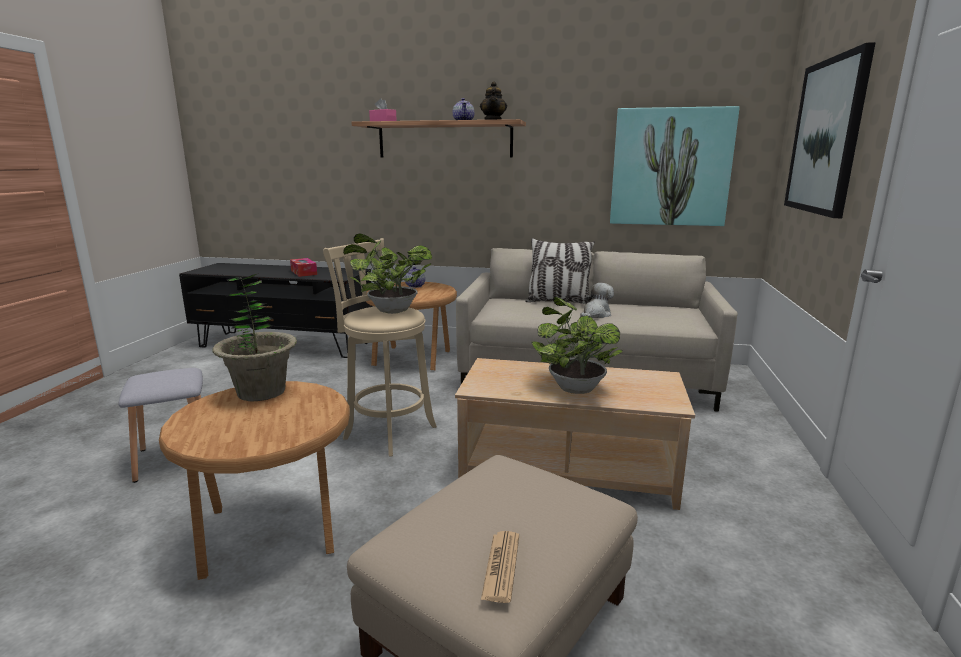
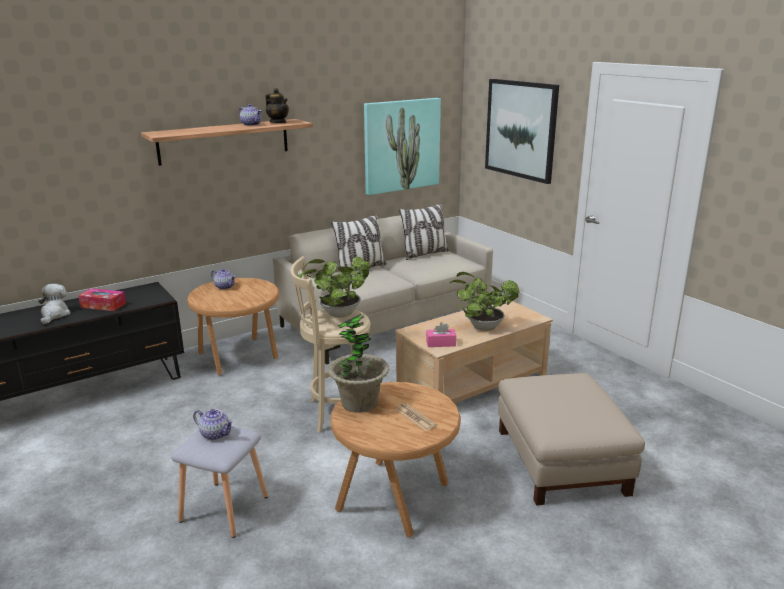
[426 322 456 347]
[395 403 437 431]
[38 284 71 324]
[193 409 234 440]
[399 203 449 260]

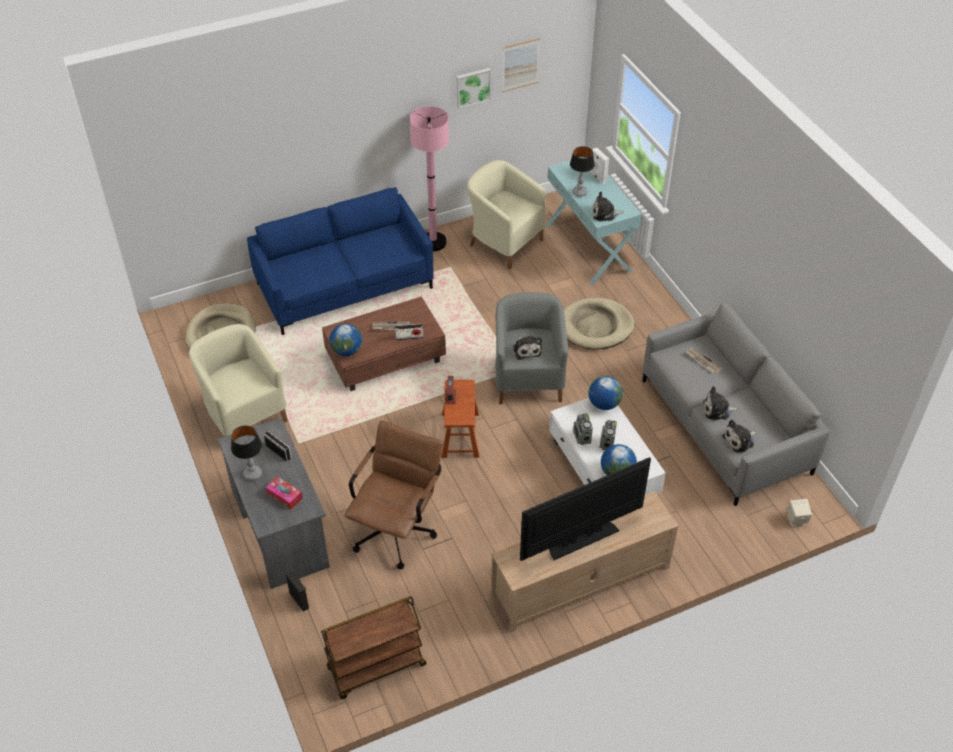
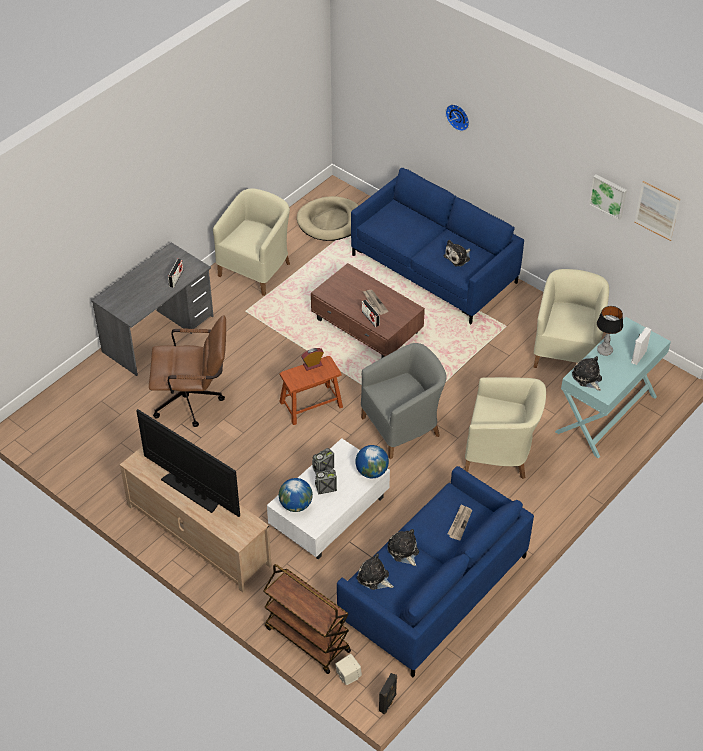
[231 425 262 481] (first image)
[266 476 303 509] (first image)
[379 673 397 714]
[263 564 351 674]
[329 324 362 356] (first image)
[410 106 449 251] (first image)
[444 240 471 266]
[465 377 546 479]
[337 466 534 677]
[445 104 469 131]

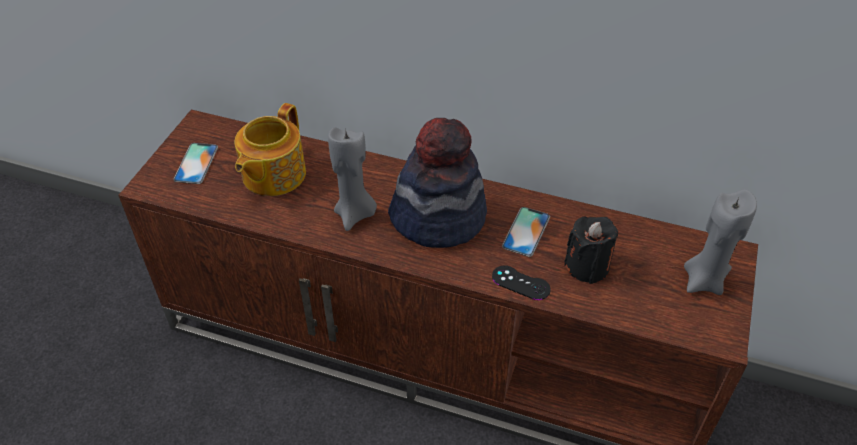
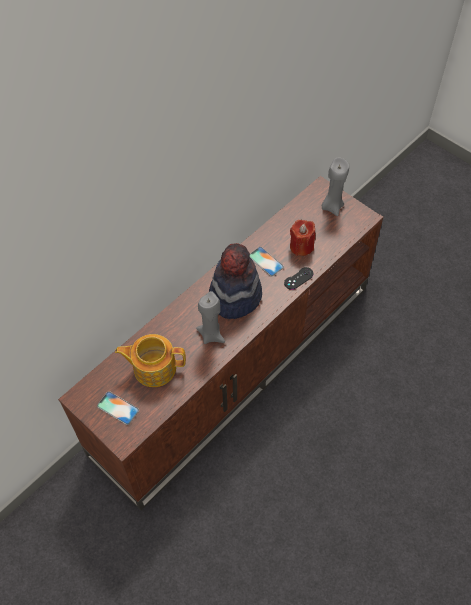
[115 334 186 387]
[290 220 315 256]

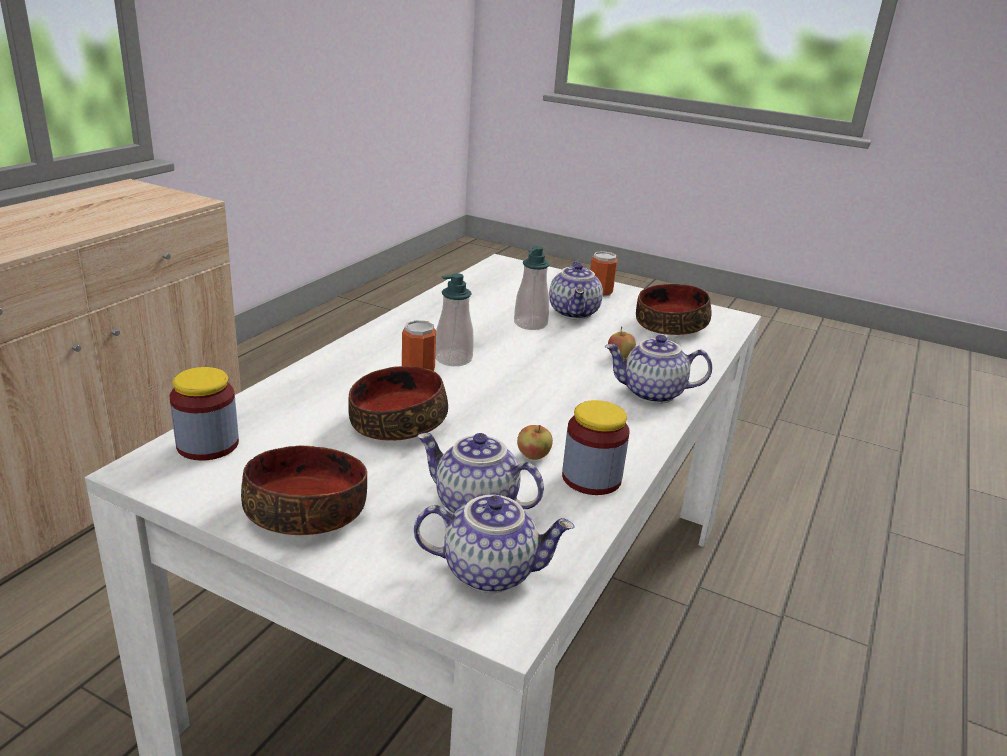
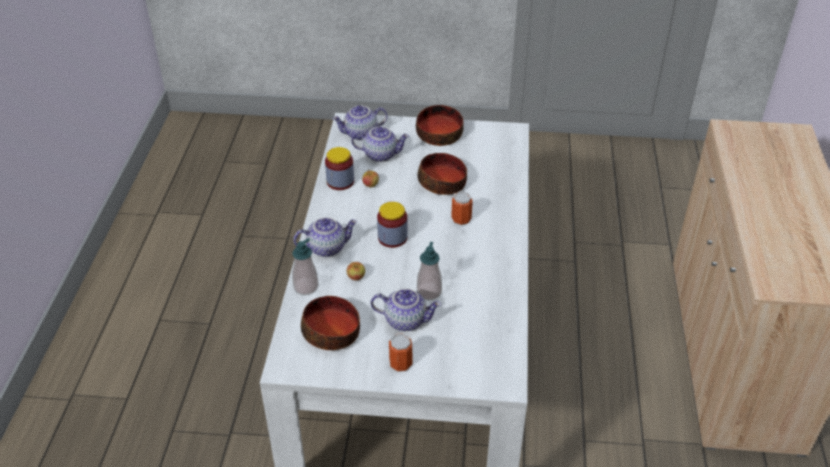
[377 202 408 248]
[292 238 319 295]
[371 288 441 331]

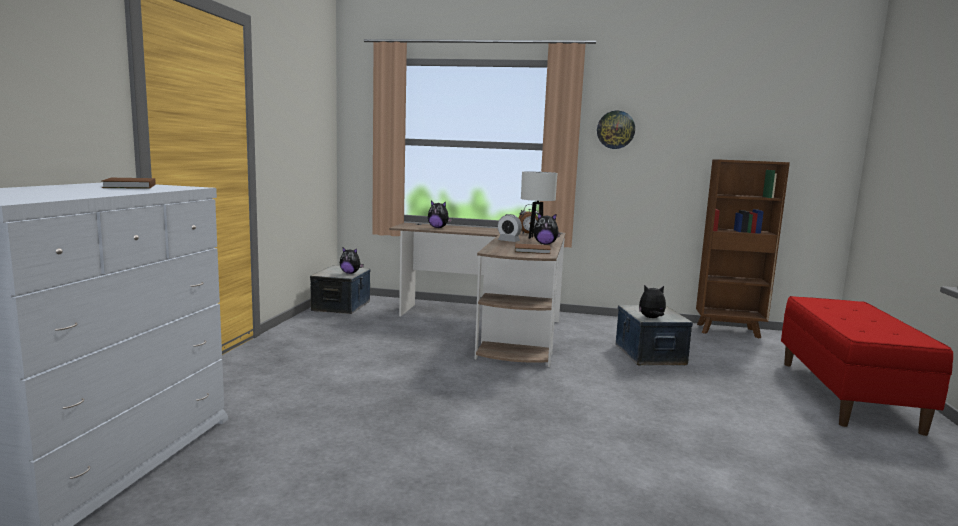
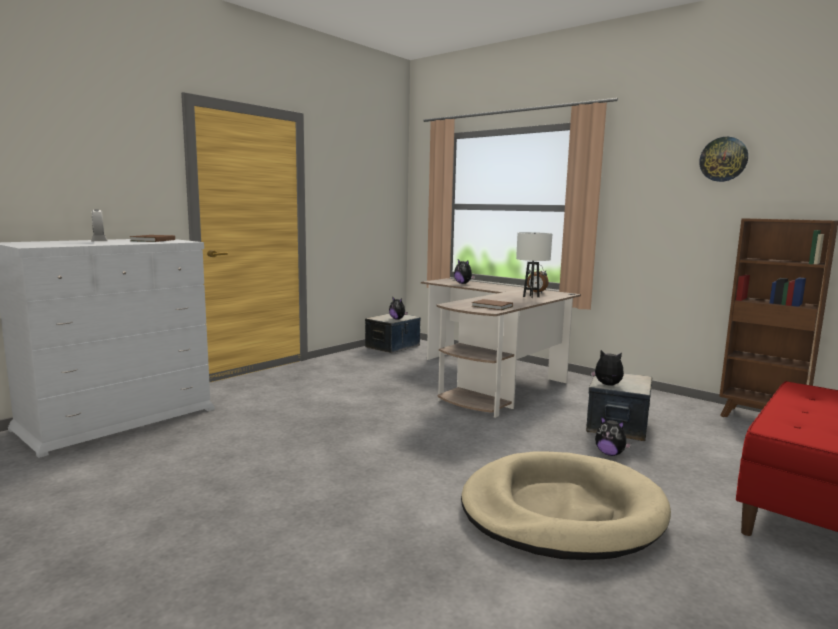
[91 209 108 241]
[595 416 631 456]
[699 137 748 182]
[461 451 671 560]

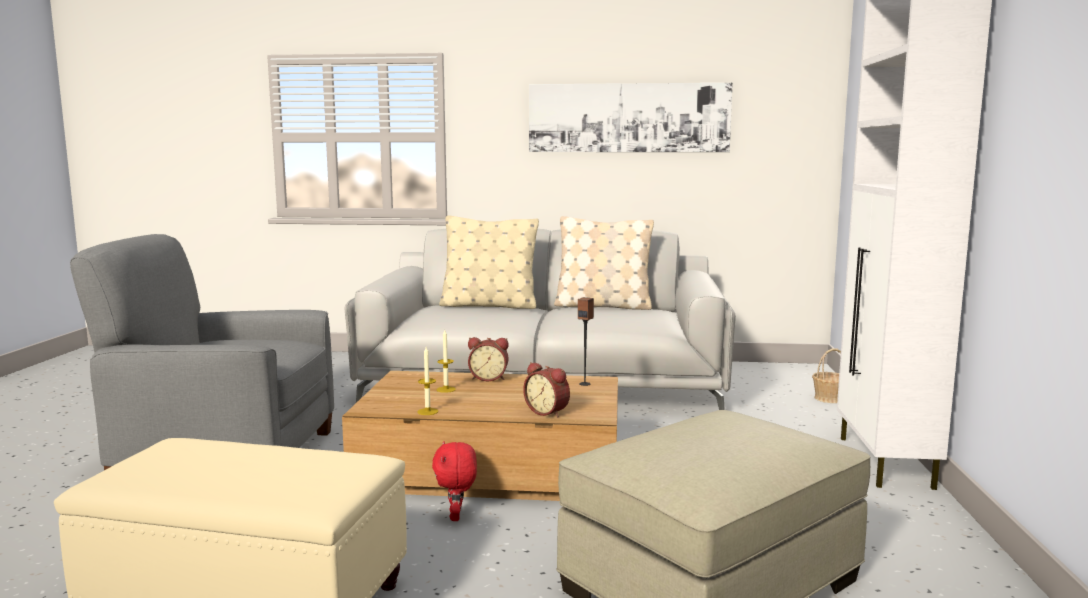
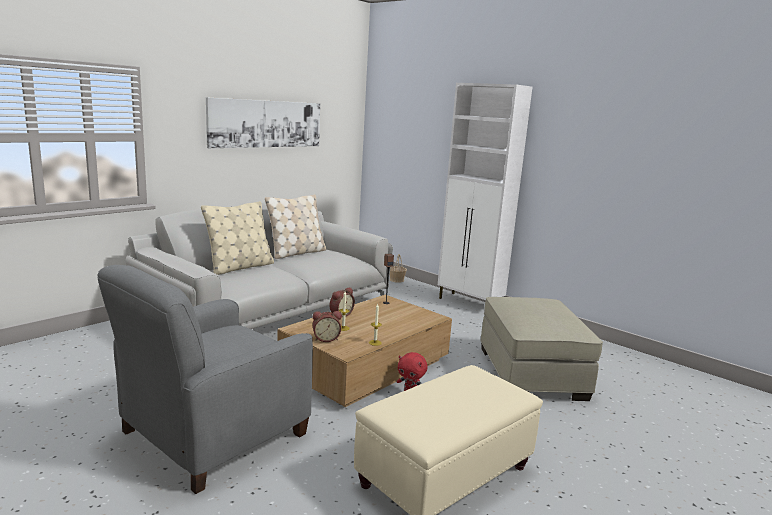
[313 311 342 342]

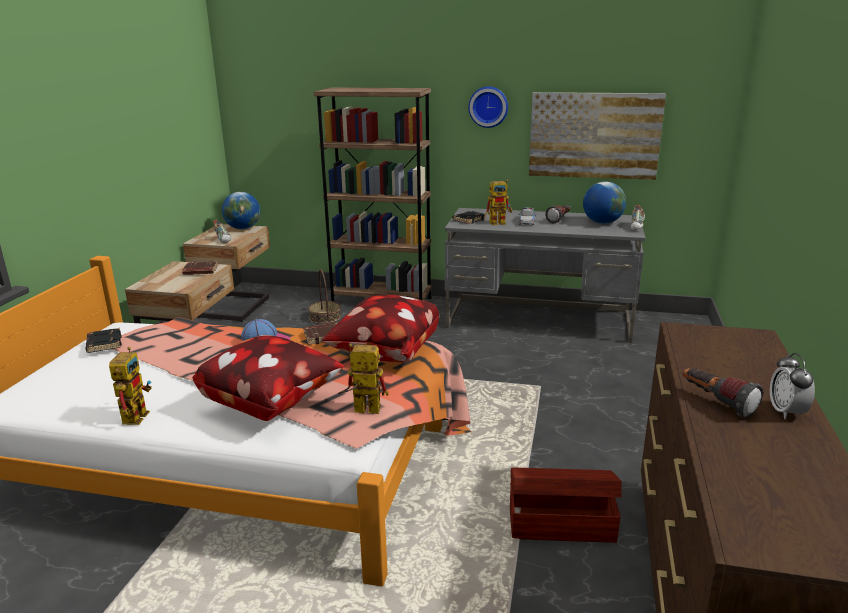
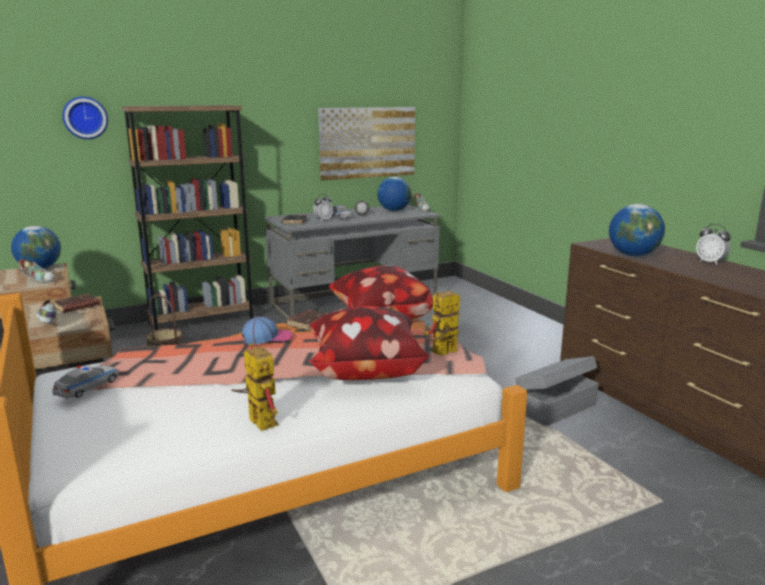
[52 365 119 398]
[62 96 108 139]
[313 194 333 222]
[515 356 599 426]
[683 368 763 418] (first image)
[36 300 57 324]
[609 204 665 256]

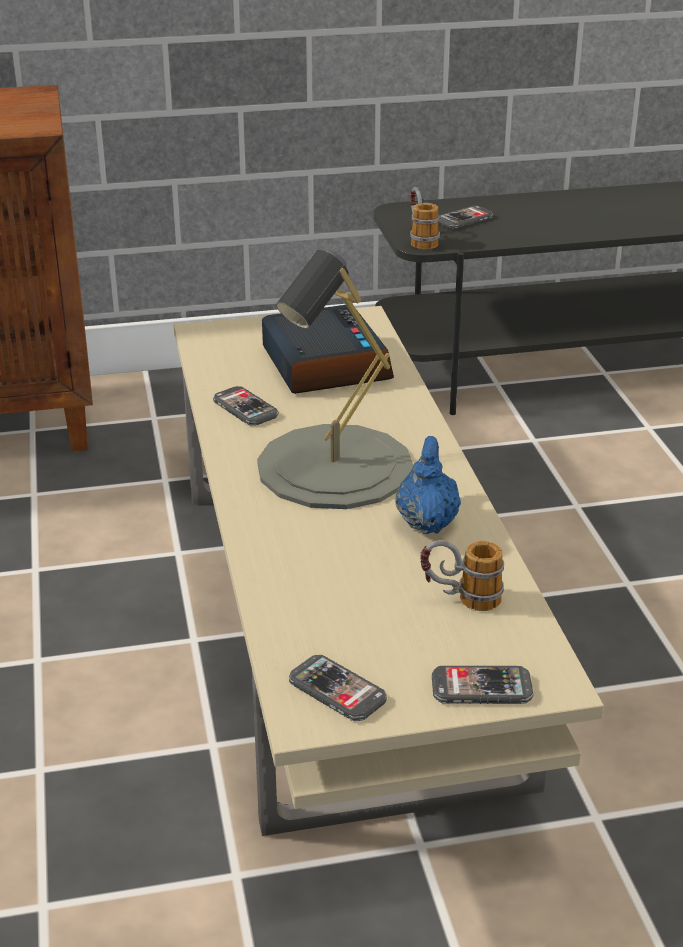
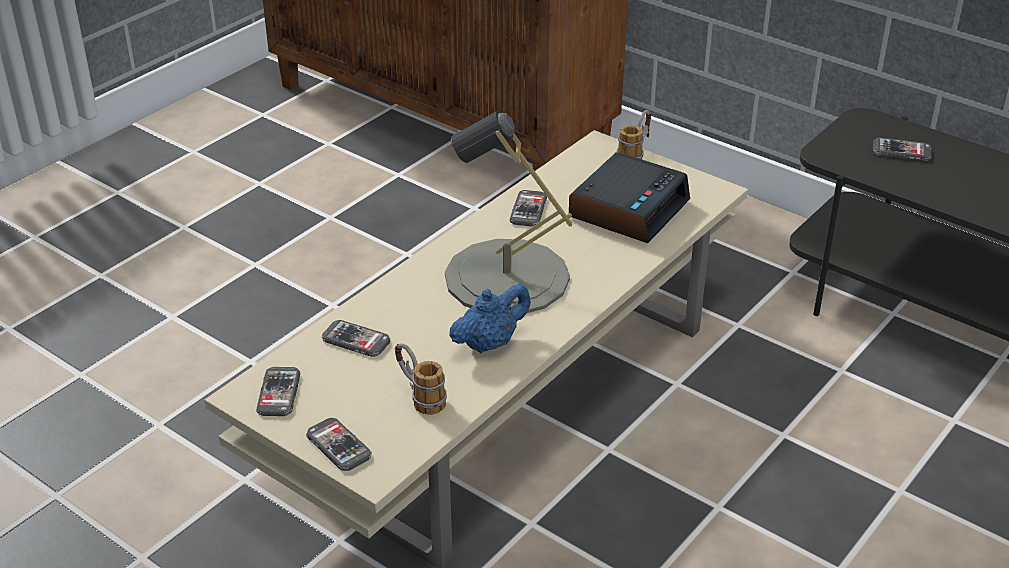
[616 110 651 159]
[322 320 390 357]

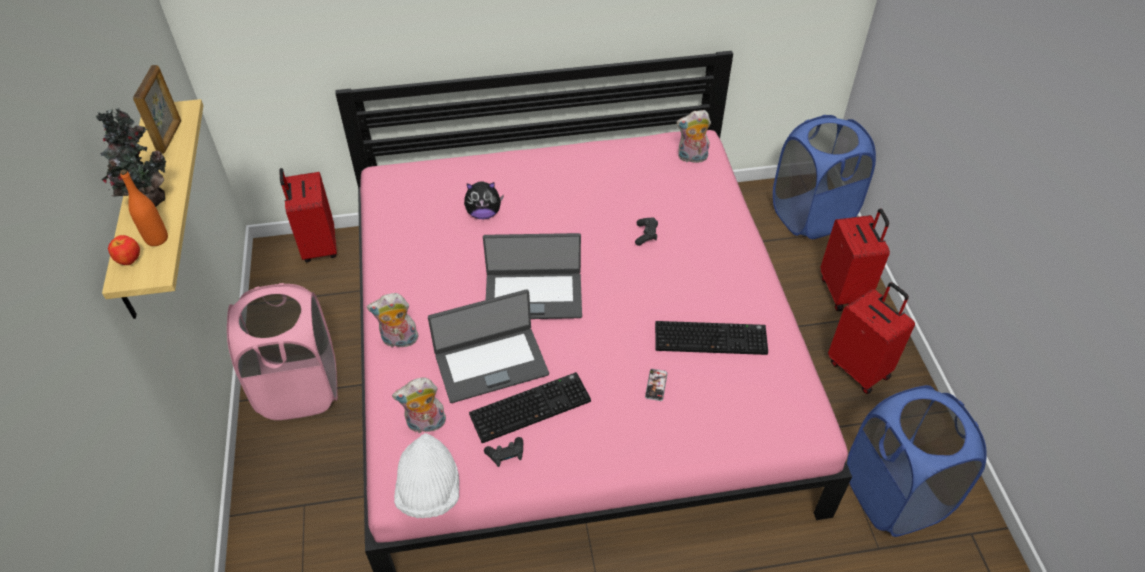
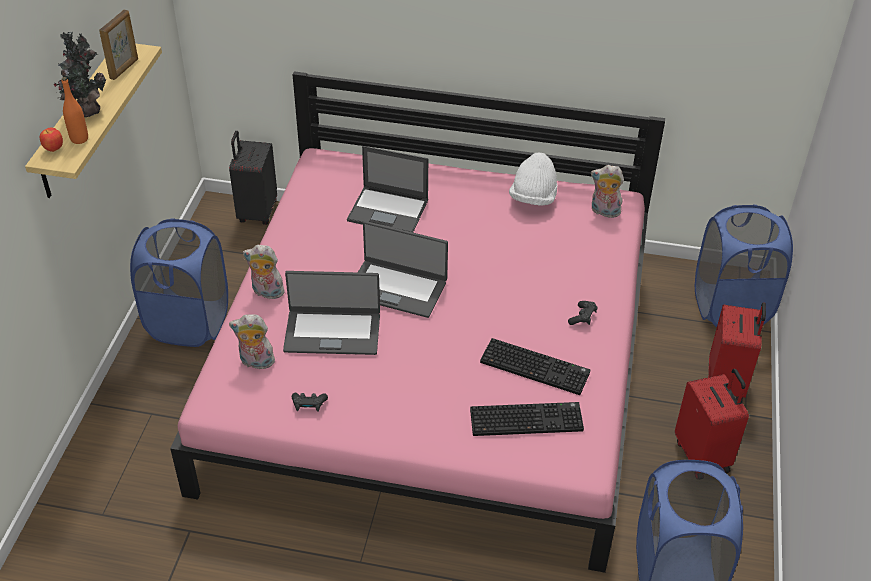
[130 218 228 347]
[229 131 277 225]
[509 153 557 206]
[347 146 428 232]
[470 402 584 436]
[568 301 597 325]
[645 369 668 401] (first image)

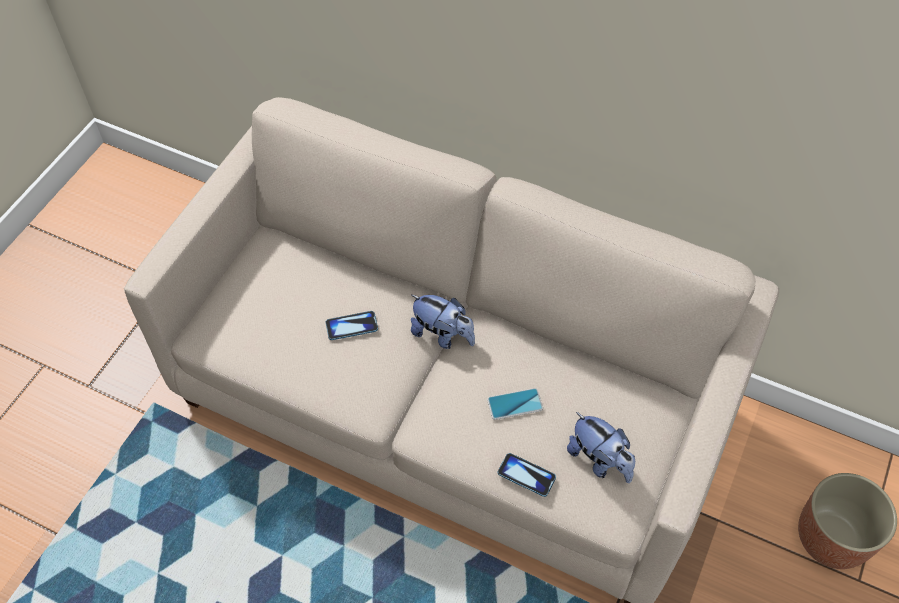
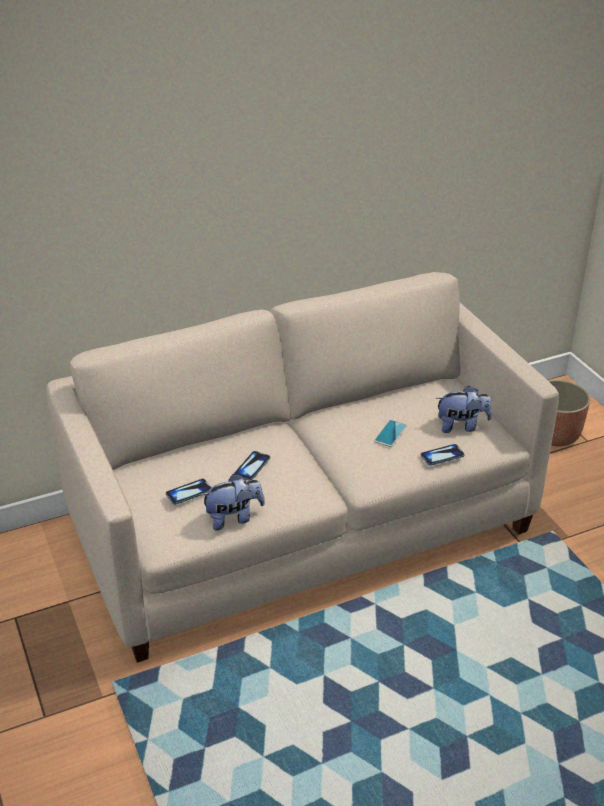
[200 474 265 531]
[166 479 211 505]

